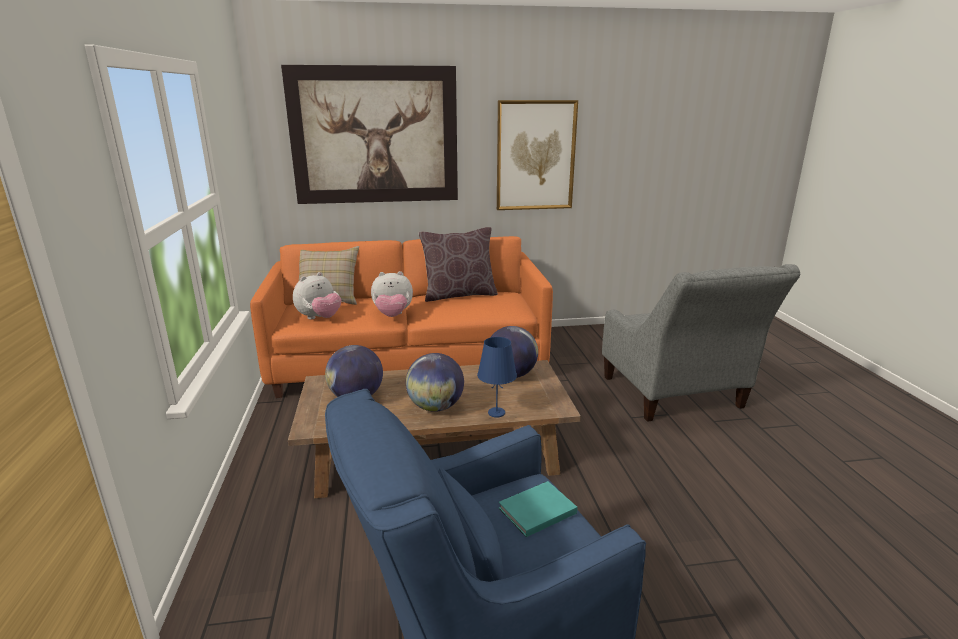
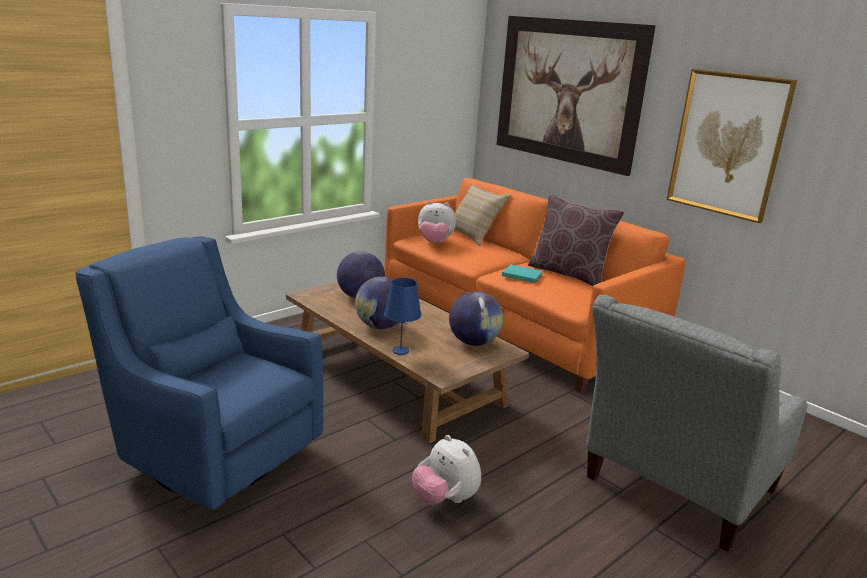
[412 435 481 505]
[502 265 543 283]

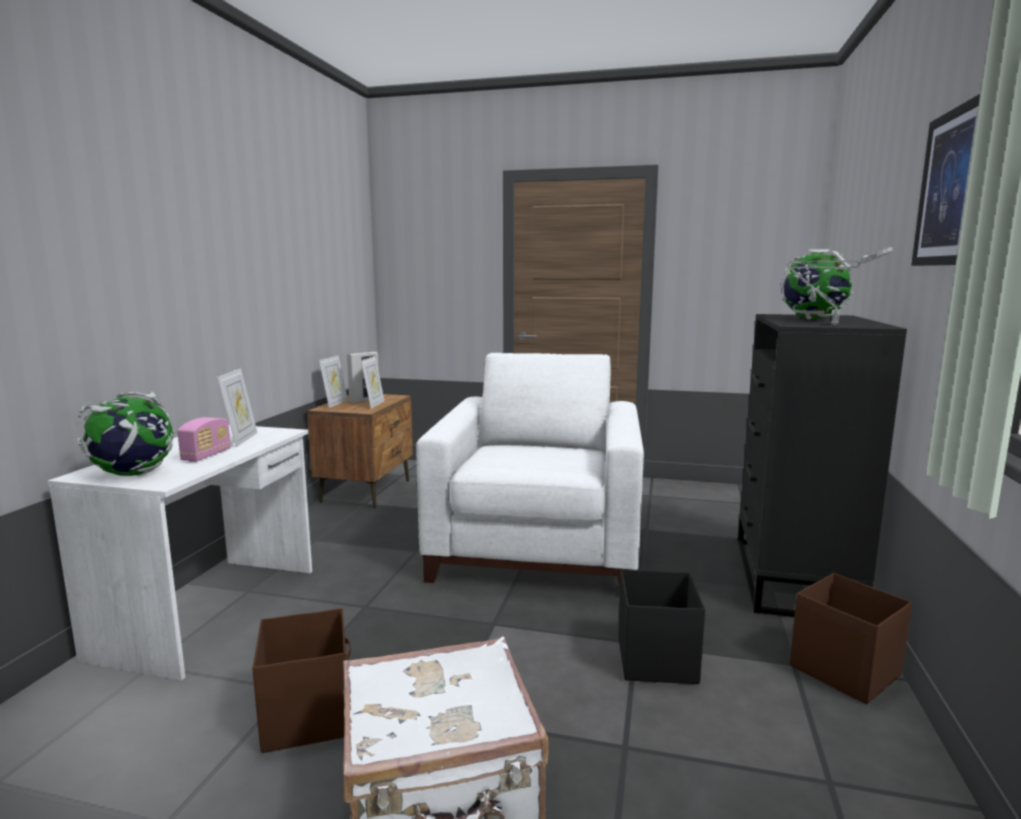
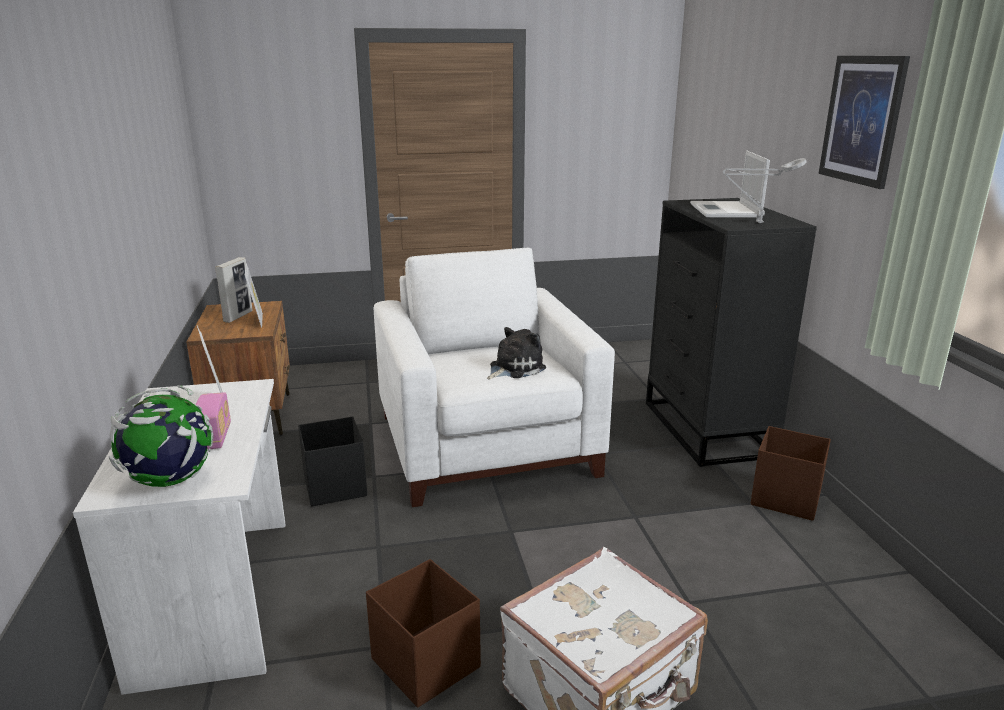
[319 355 348 408] (first image)
[298 416 367 506]
[690 150 770 218]
[487 327 546 380]

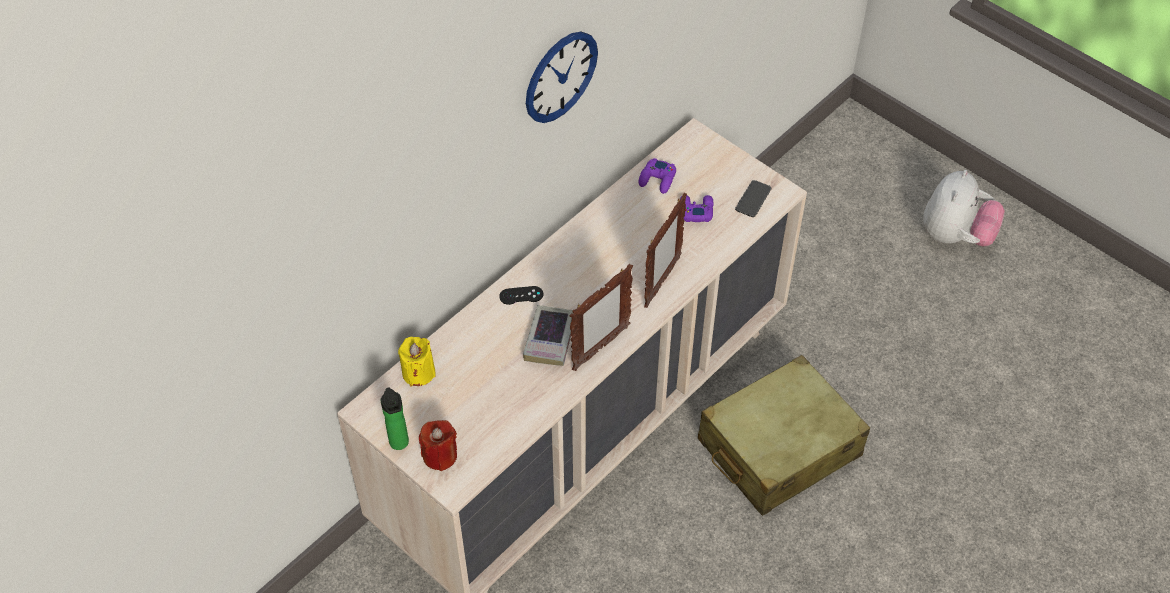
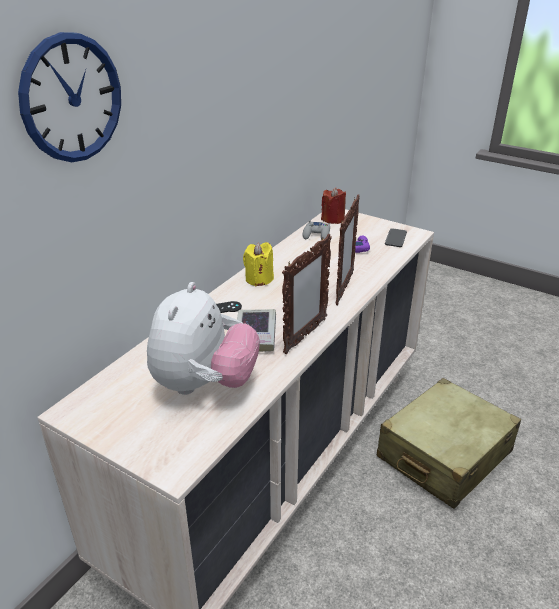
[381 387 409 450] (first image)
[243 242 274 286]
[321 187 346 224]
[18 32 121 162]
[303 220 330 240]
[147 282 260 395]

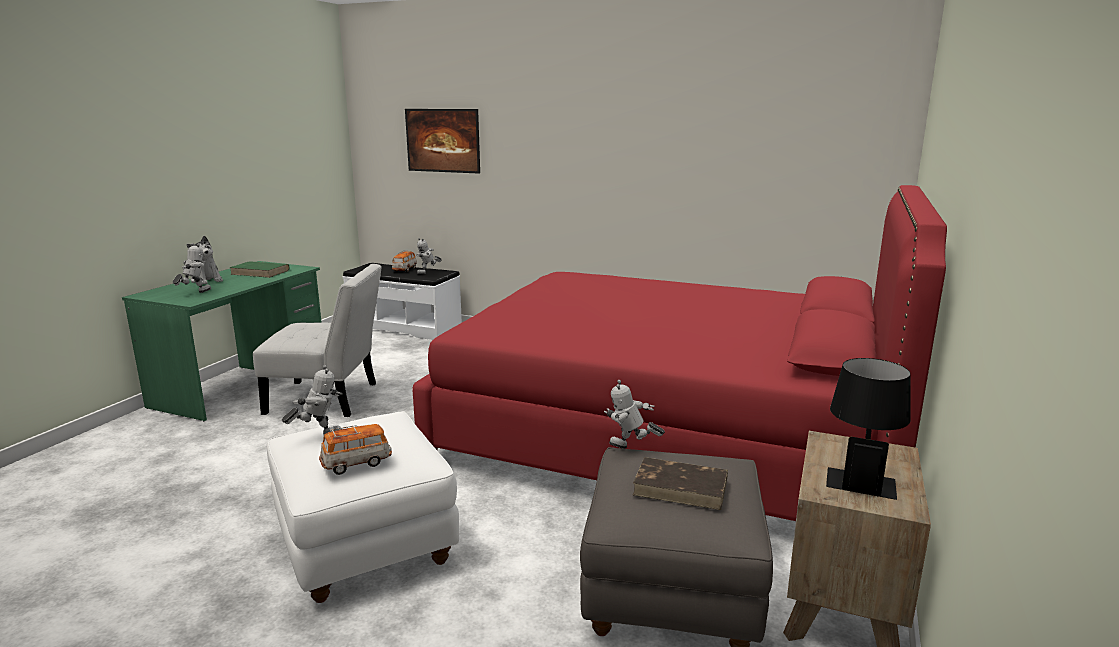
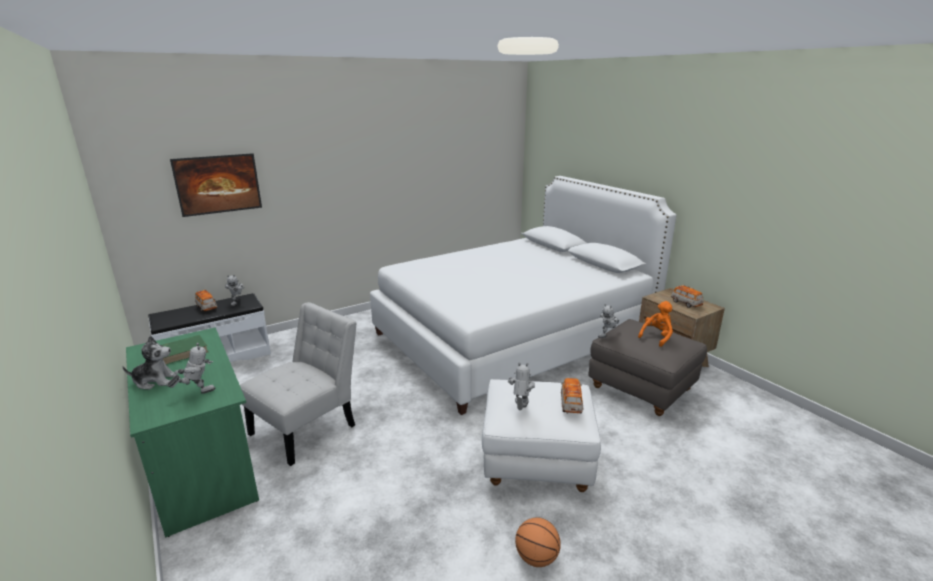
[167 343 215 394]
[370 176 676 415]
[638 301 673 347]
[671 284 704 308]
[515 518 561 567]

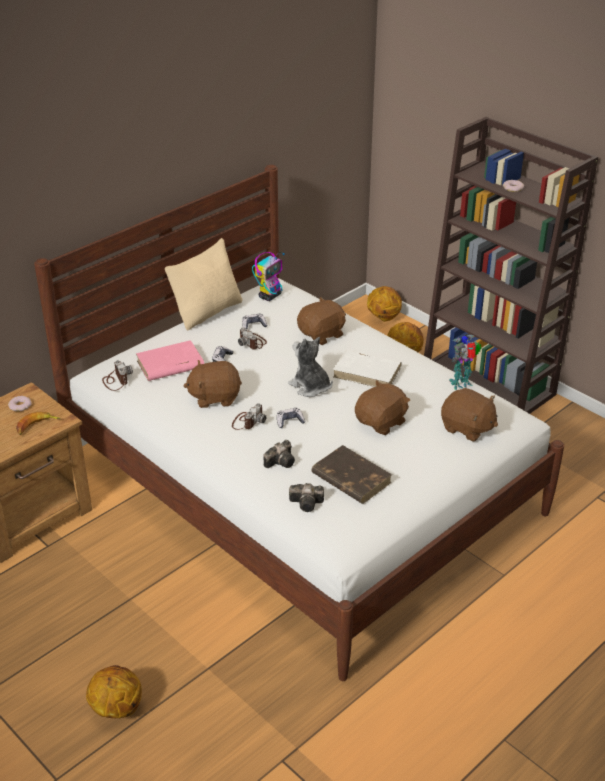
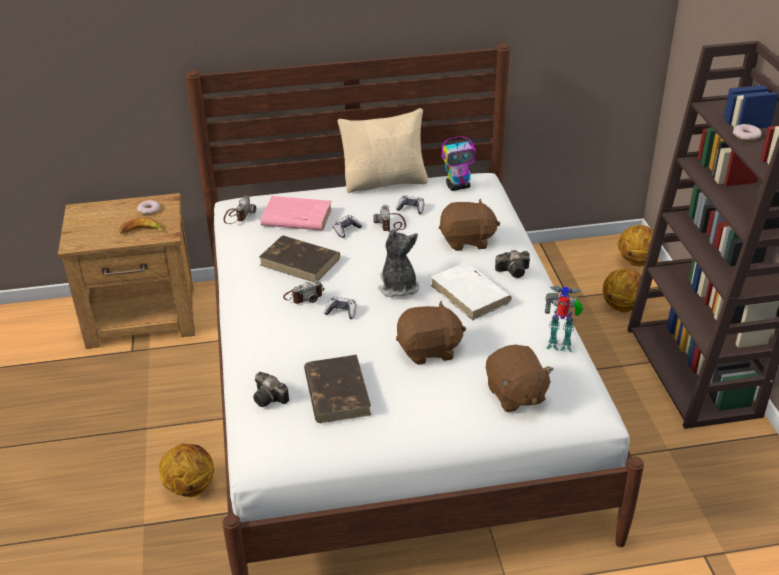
[159 444 214 497]
[259 235 340 282]
[495 250 530 278]

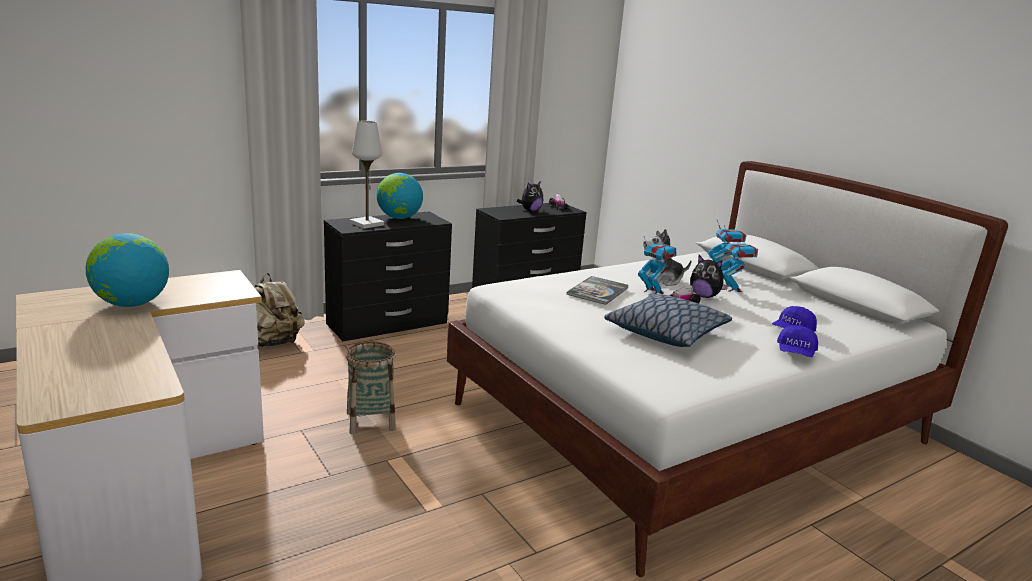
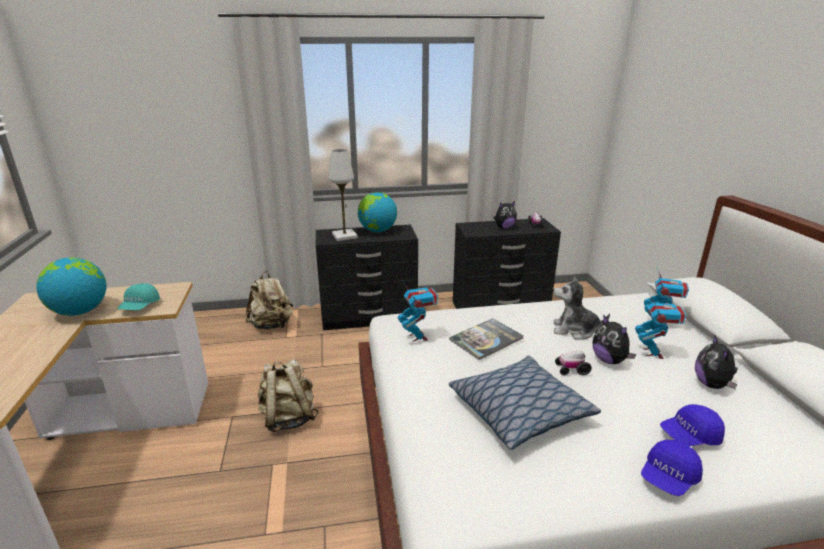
[258 359 319 432]
[398 281 438 342]
[117 283 160 310]
[695 334 738 389]

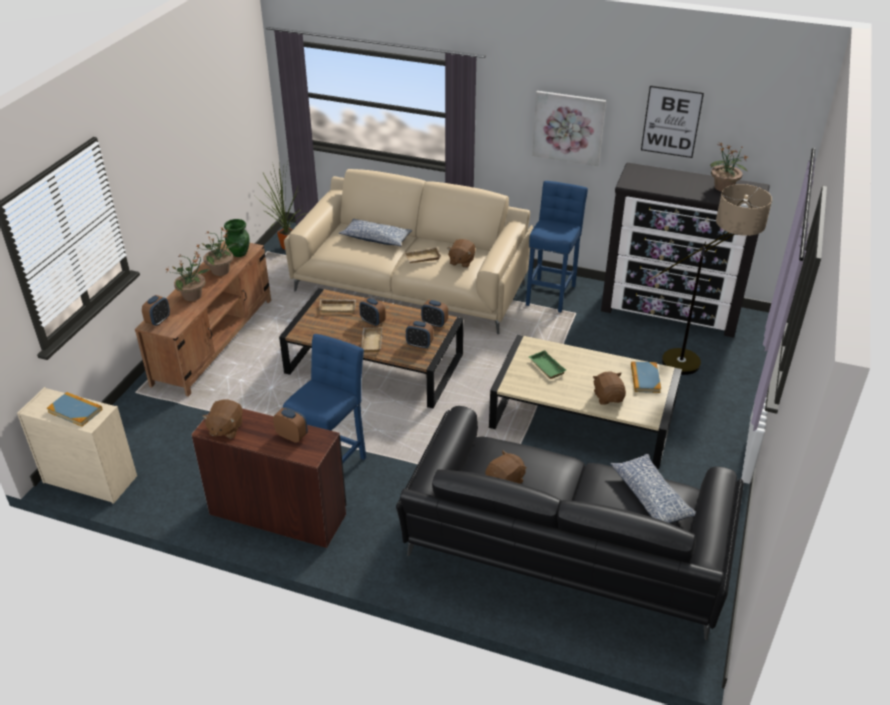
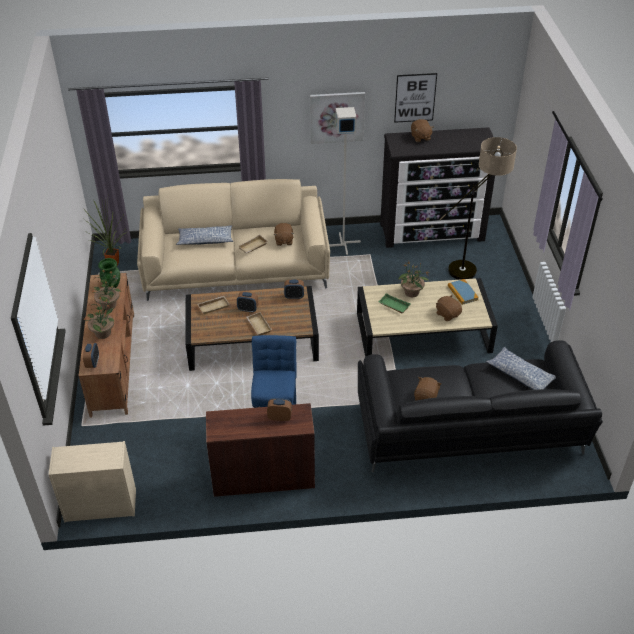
[47 392 102 427] (first image)
[411 119 434 142]
[406 321 433 349] (first image)
[329 107 361 255]
[398 261 430 297]

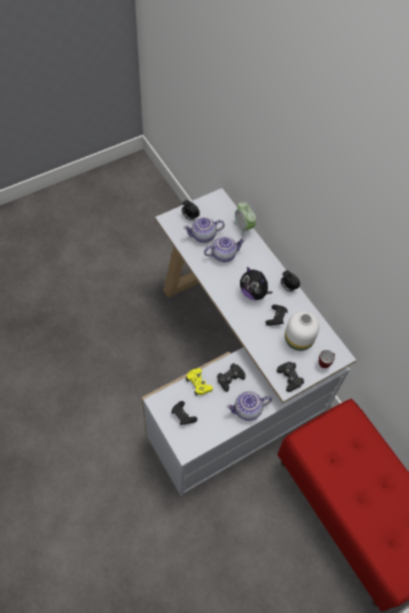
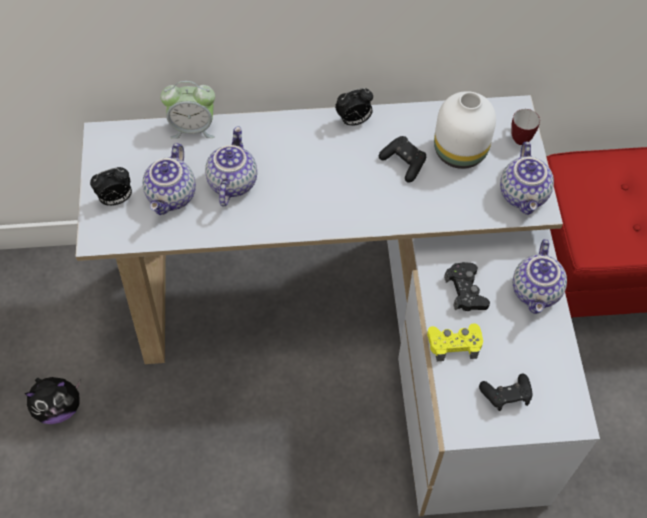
[25 377 80 424]
[500 142 554 215]

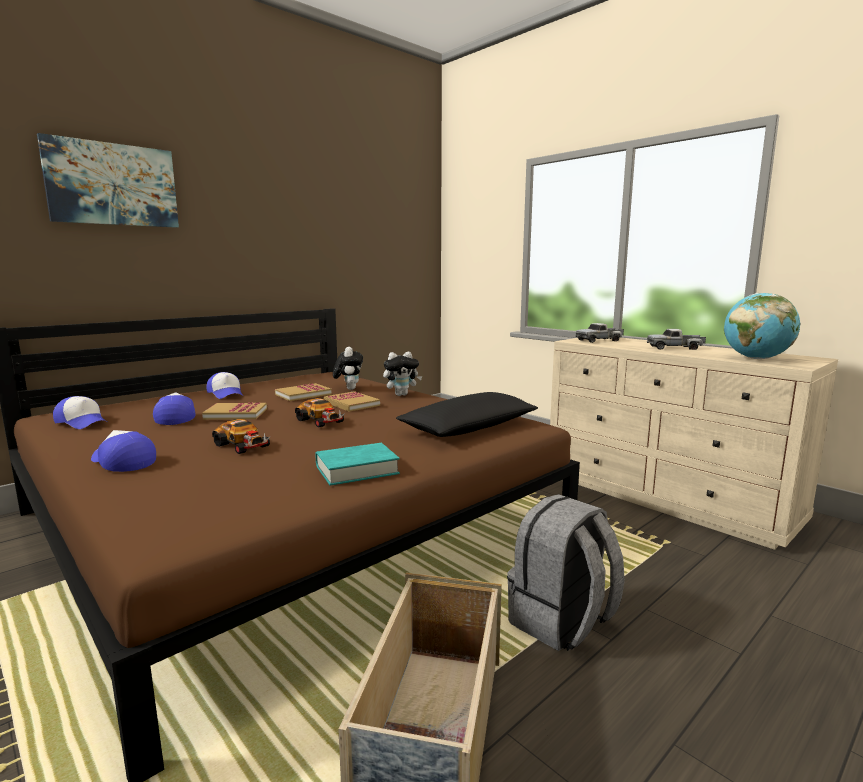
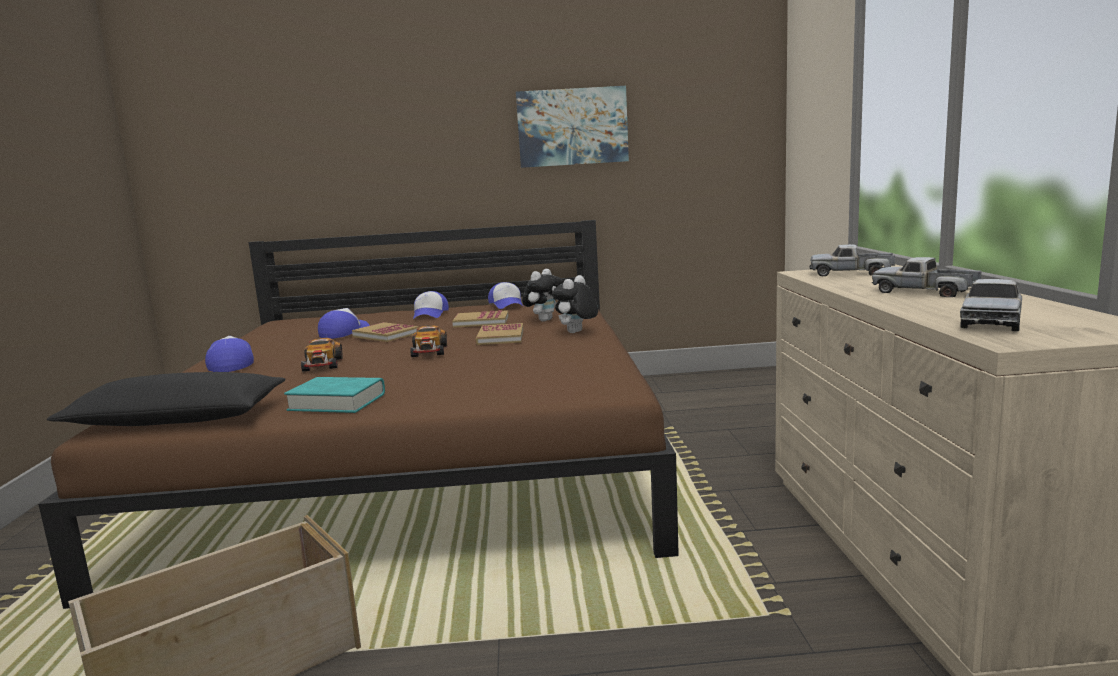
[516 86 629 168]
[488 282 523 309]
[552 275 598 333]
[47 372 286 426]
[507 494 625 651] (first image)
[960 279 1022 331]

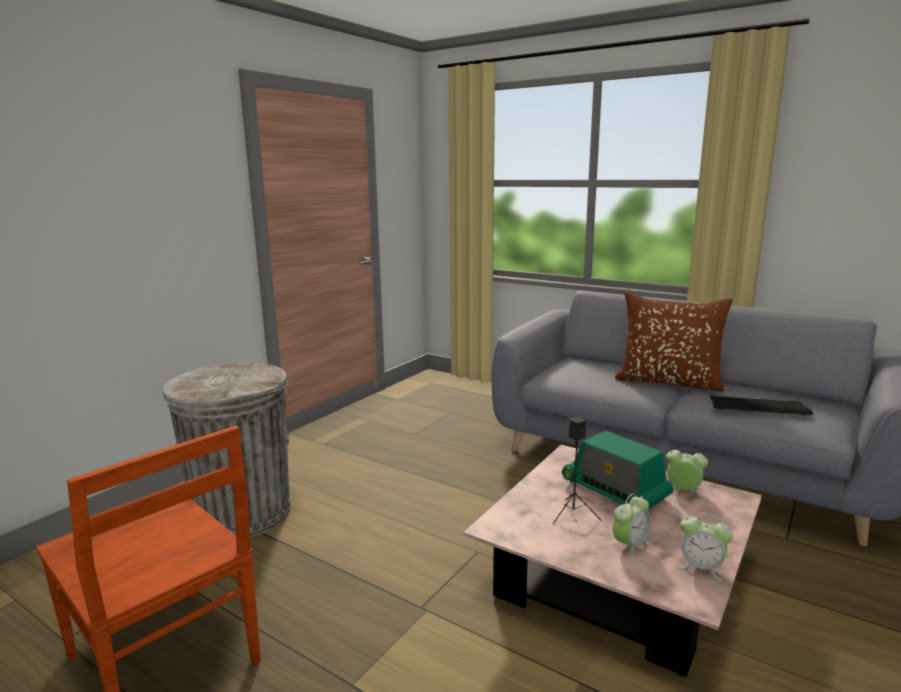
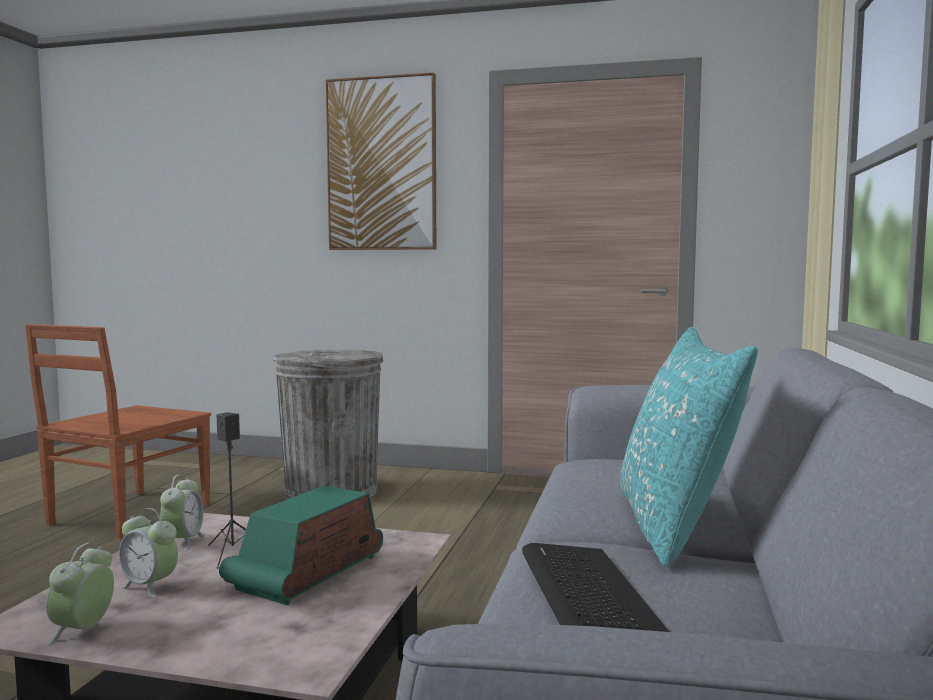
[620 327 758 567]
[160 475 205 551]
[326 73 436 250]

